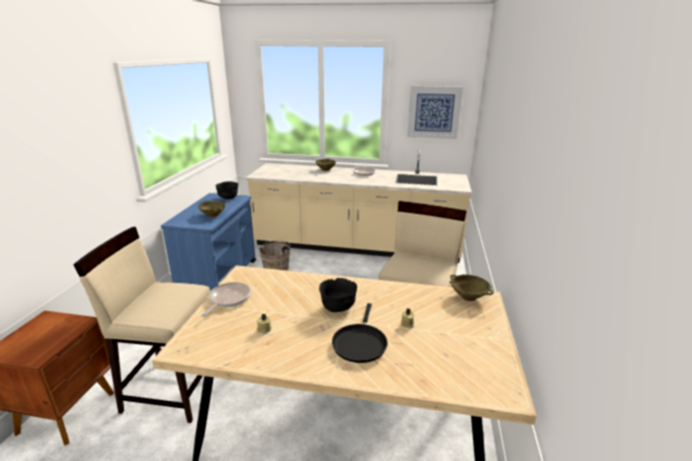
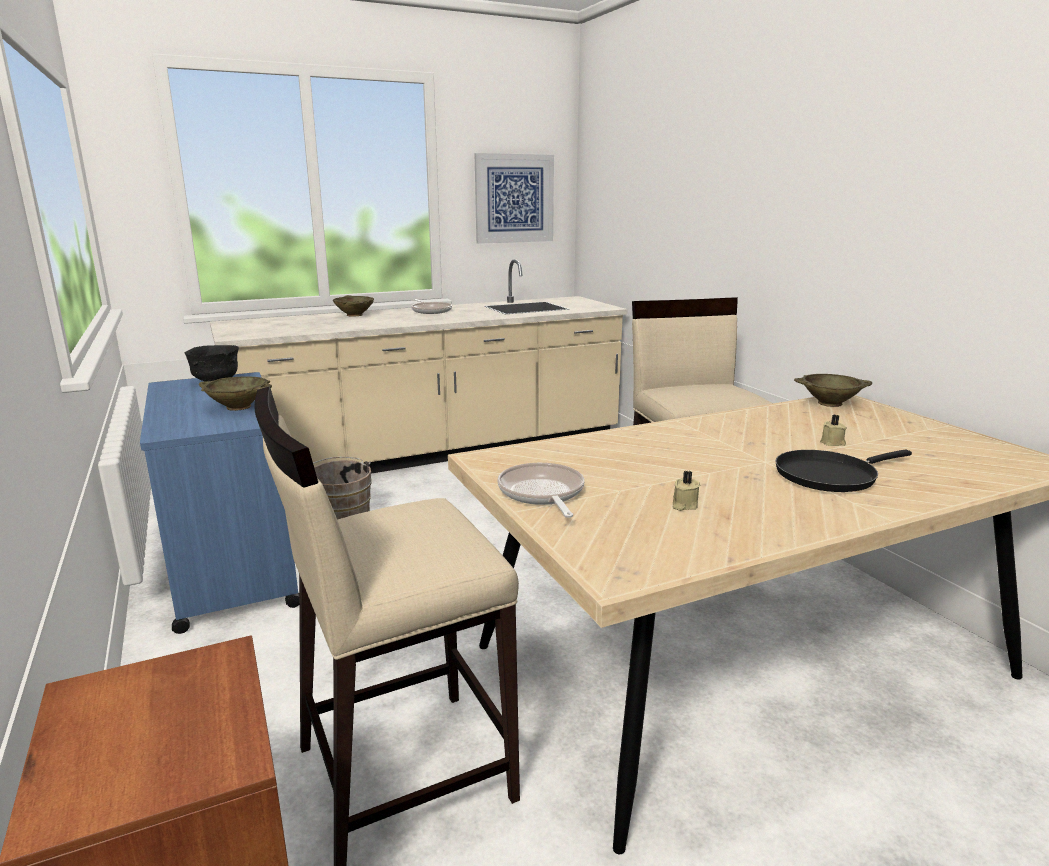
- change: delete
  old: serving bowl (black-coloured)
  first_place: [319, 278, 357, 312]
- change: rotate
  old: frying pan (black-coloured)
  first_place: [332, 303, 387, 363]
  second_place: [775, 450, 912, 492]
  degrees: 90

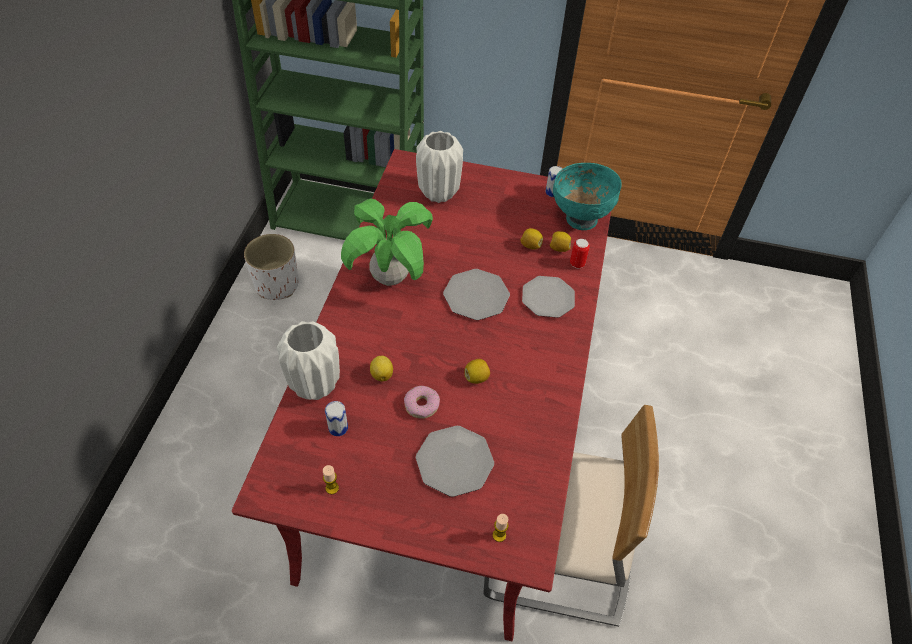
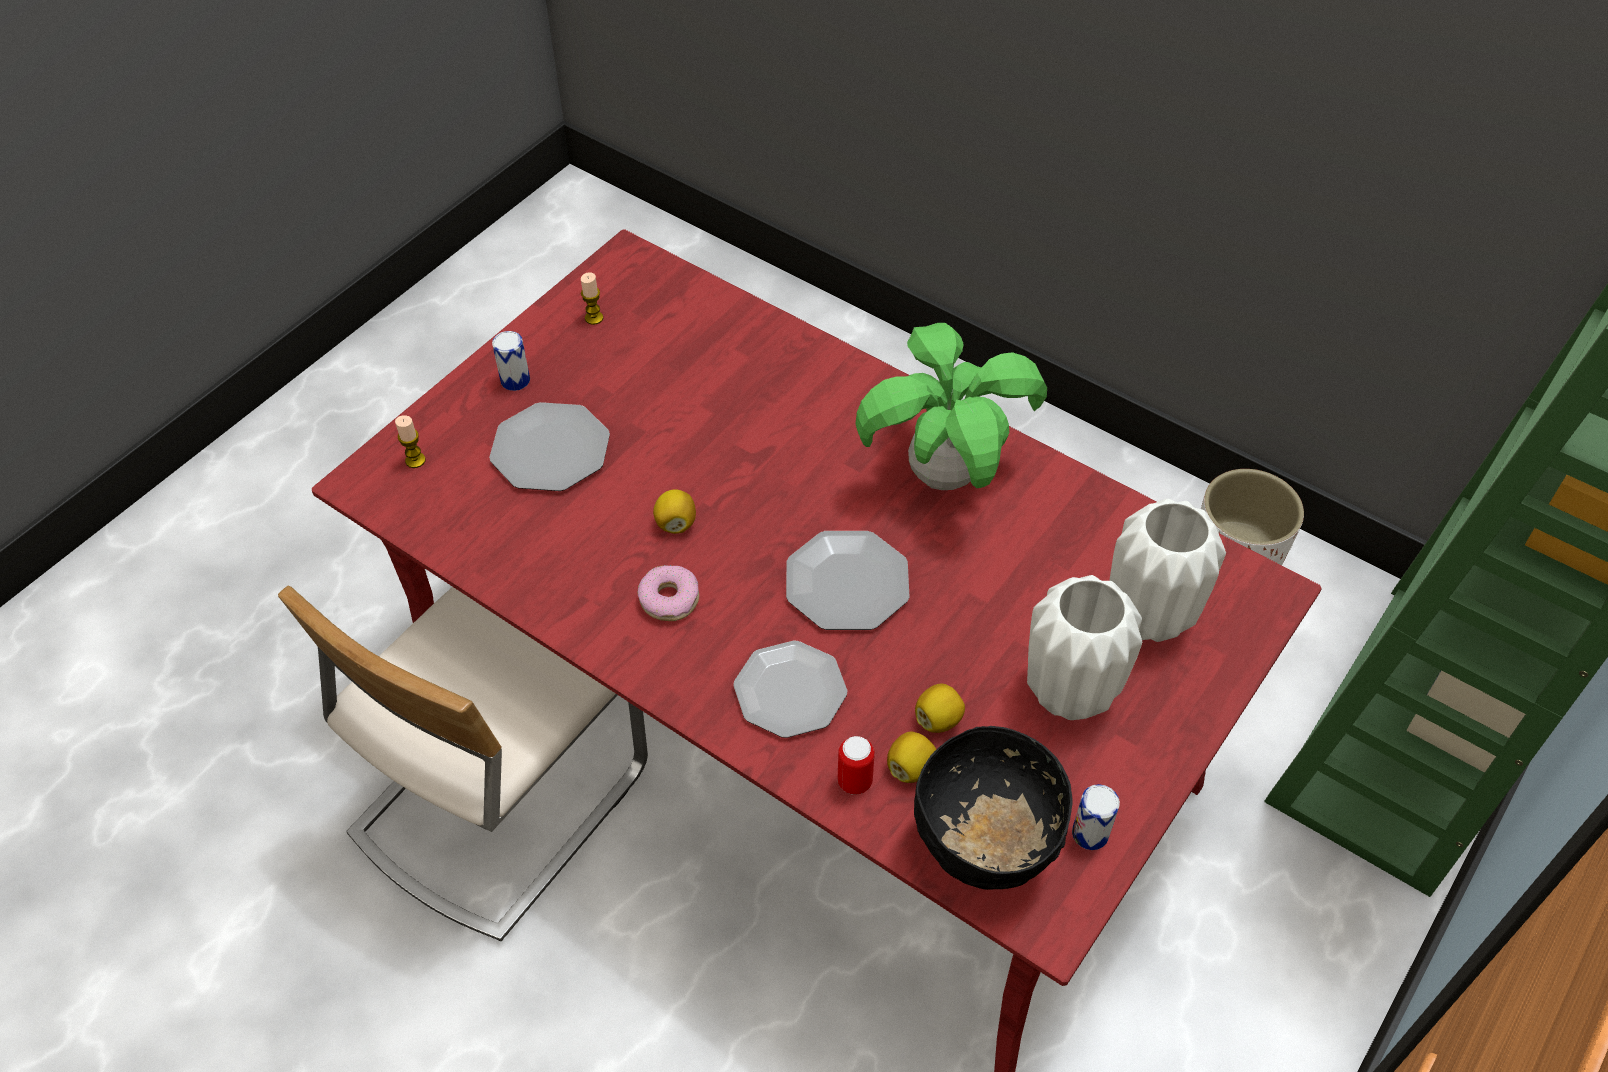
- change: delete
  old: whole lemon
  first_place: [370, 356, 393, 381]
- change: move
  old: vase (white-coloured)
  first_place: [277, 321, 340, 400]
  second_place: [1027, 575, 1142, 720]
- change: move
  old: metal can
  first_place: [325, 401, 348, 436]
  second_place: [492, 331, 530, 391]
- change: move
  old: doughnut
  first_place: [404, 386, 440, 419]
  second_place: [638, 565, 699, 621]
- change: recolor
  old: serving bowl (turquoise-coloured)
  new: serving bowl (black-coloured)
  first_place: [553, 163, 622, 230]
  second_place: [914, 726, 1073, 890]

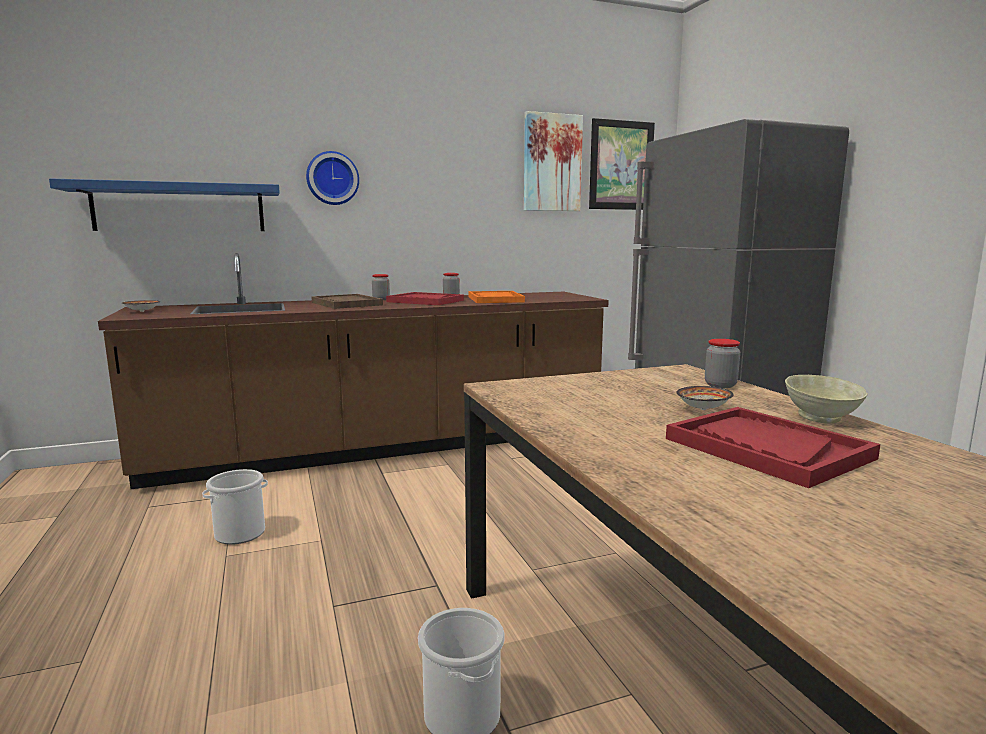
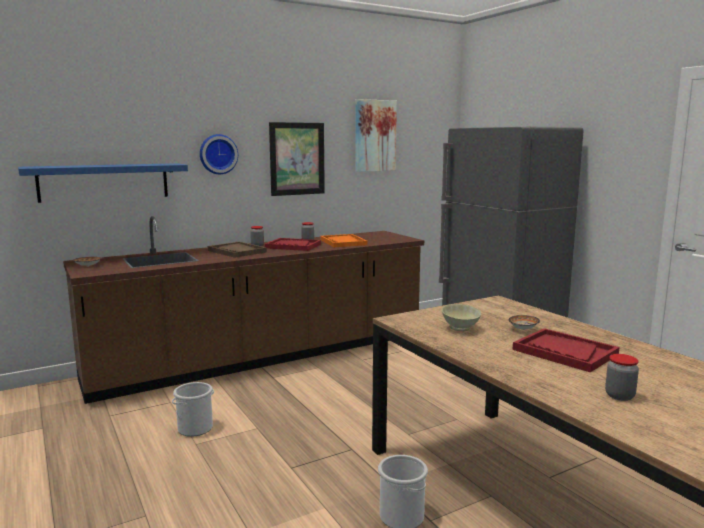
- change: move
  old: wall art
  first_place: [589, 118, 655, 210]
  second_place: [269, 122, 325, 196]
- change: move
  old: storage jar
  first_place: [705, 339, 740, 388]
  second_place: [605, 354, 639, 401]
- change: move
  old: serving bowl (sand-coloured)
  first_place: [785, 375, 868, 424]
  second_place: [442, 304, 481, 331]

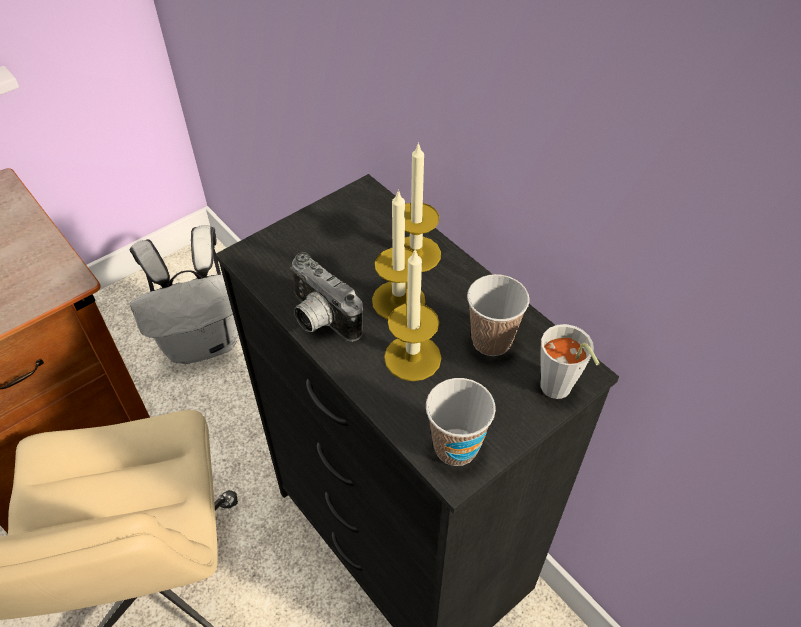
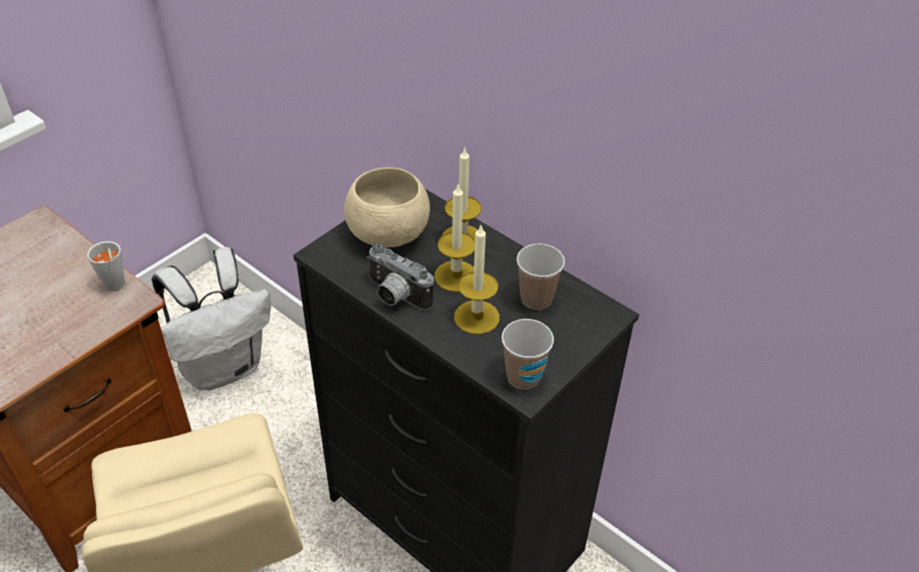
- change: insert
  new: serving bowl (sand-coloured)
  second_place: [344, 167, 430, 247]
- change: move
  old: drinking cup (grey)
  first_place: [540, 324, 600, 399]
  second_place: [87, 241, 125, 292]

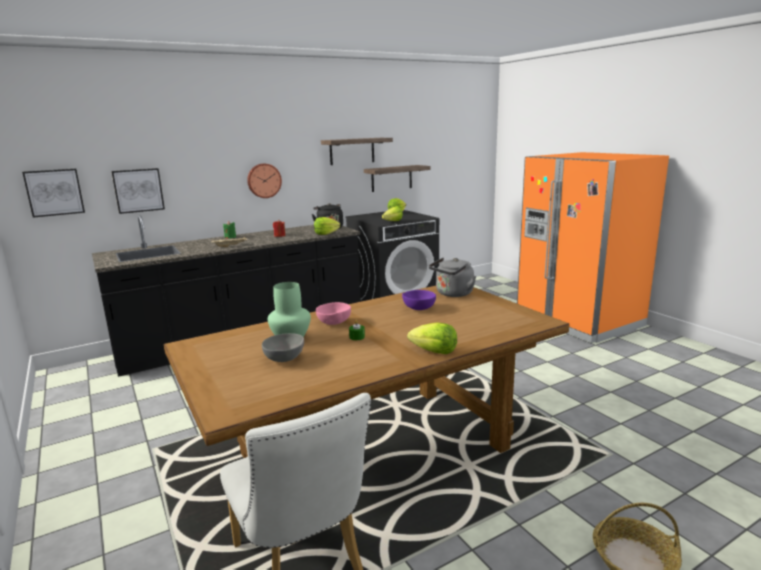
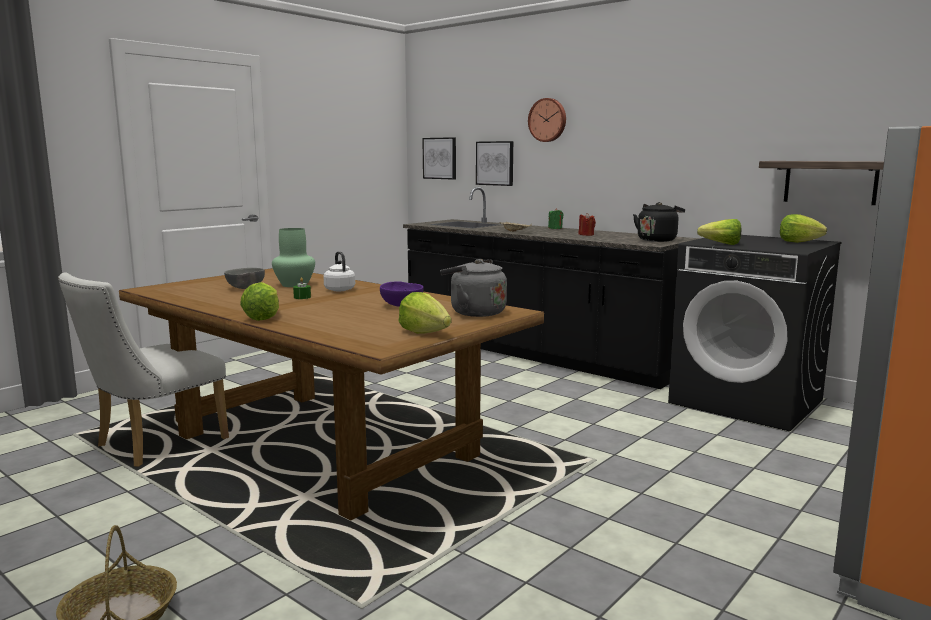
- change: delete
  old: bracket shelf
  first_place: [321, 138, 393, 165]
- change: move
  old: clock on the wall
  first_place: [247, 163, 282, 198]
  second_place: [528, 98, 566, 142]
- change: move
  old: lettuce
  first_place: [314, 217, 340, 235]
  second_place: [399, 292, 451, 334]
- change: replace
  old: serving bowl (pink)
  new: kettle (white-coloured)
  first_place: [316, 302, 351, 325]
  second_place: [324, 251, 355, 291]

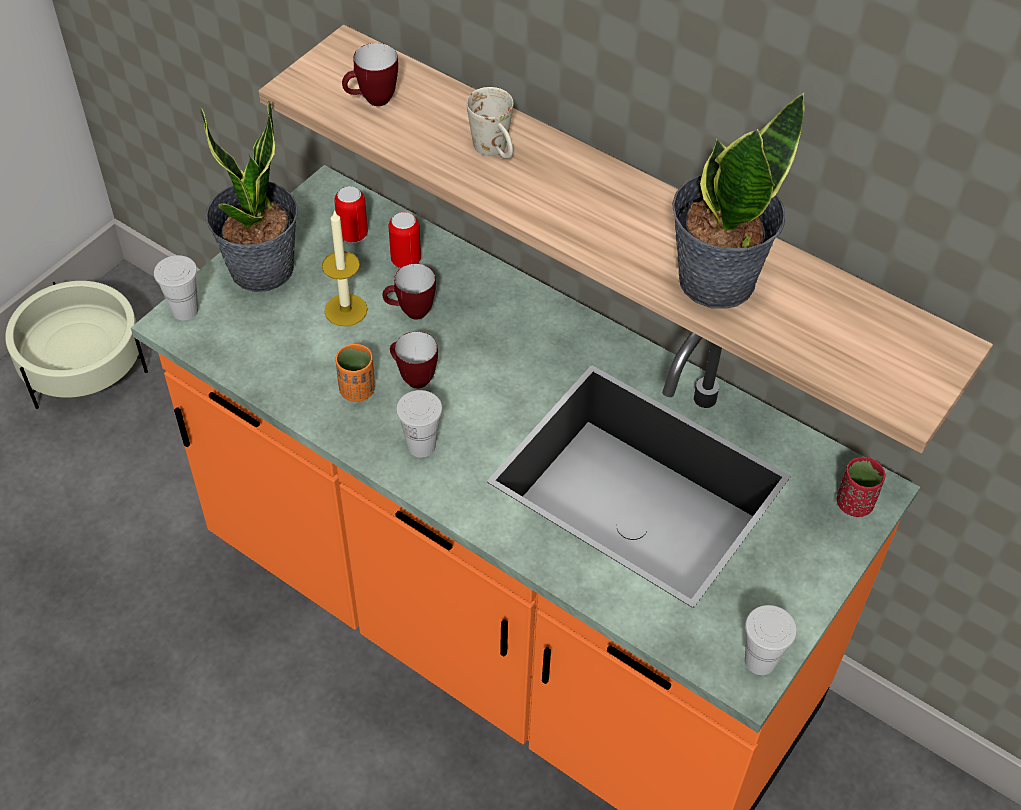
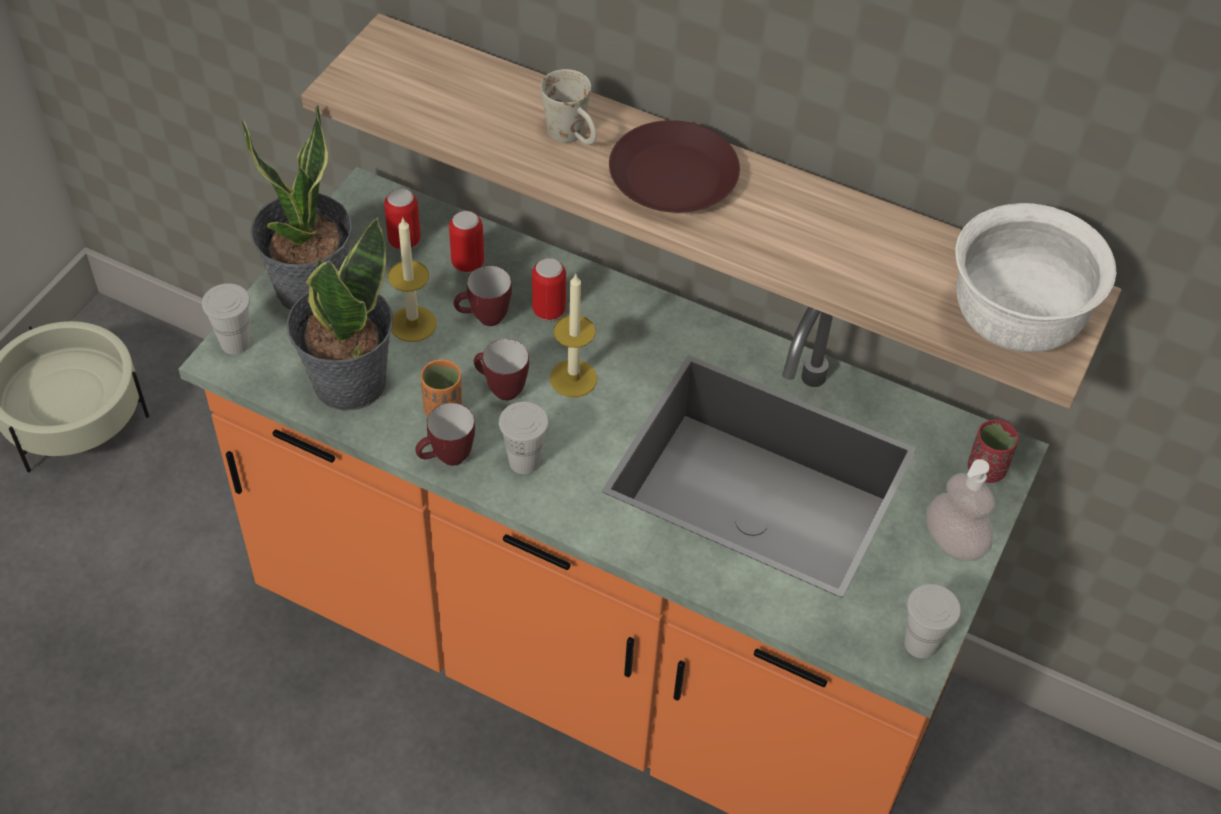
- change: insert
  new: metal can
  second_place: [532, 258, 566, 321]
- change: insert
  new: wax light
  second_place: [550, 273, 597, 397]
- change: insert
  new: flat dish (brownish)
  second_place: [609, 120, 740, 213]
- change: insert
  new: soap bottle
  second_place: [926, 459, 995, 561]
- change: insert
  new: serving bowl (white-coloured)
  second_place: [955, 203, 1116, 353]
- change: move
  old: tea mug
  first_place: [342, 43, 398, 106]
  second_place: [415, 403, 475, 466]
- change: move
  old: houseplant
  first_place: [672, 92, 805, 309]
  second_place: [287, 217, 393, 411]

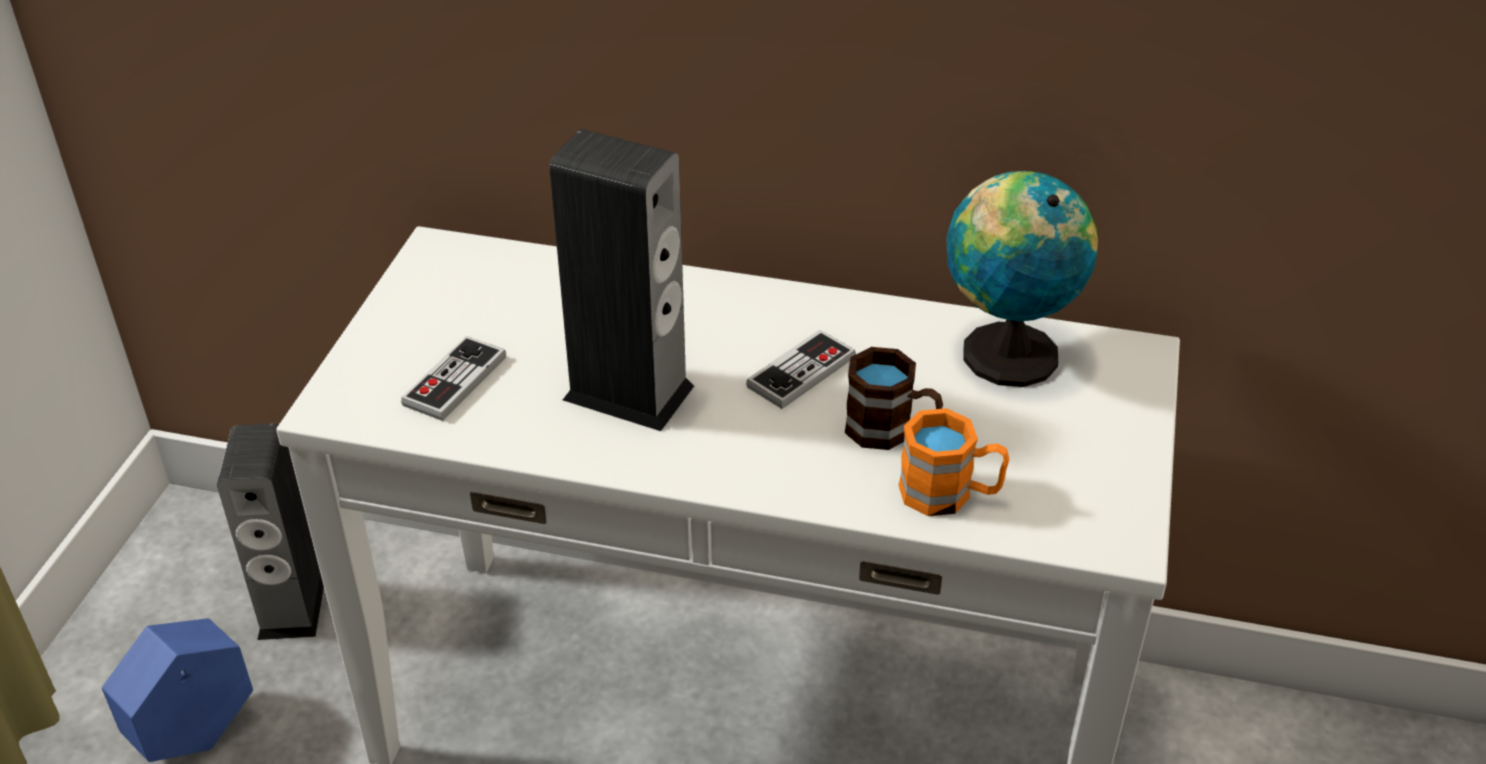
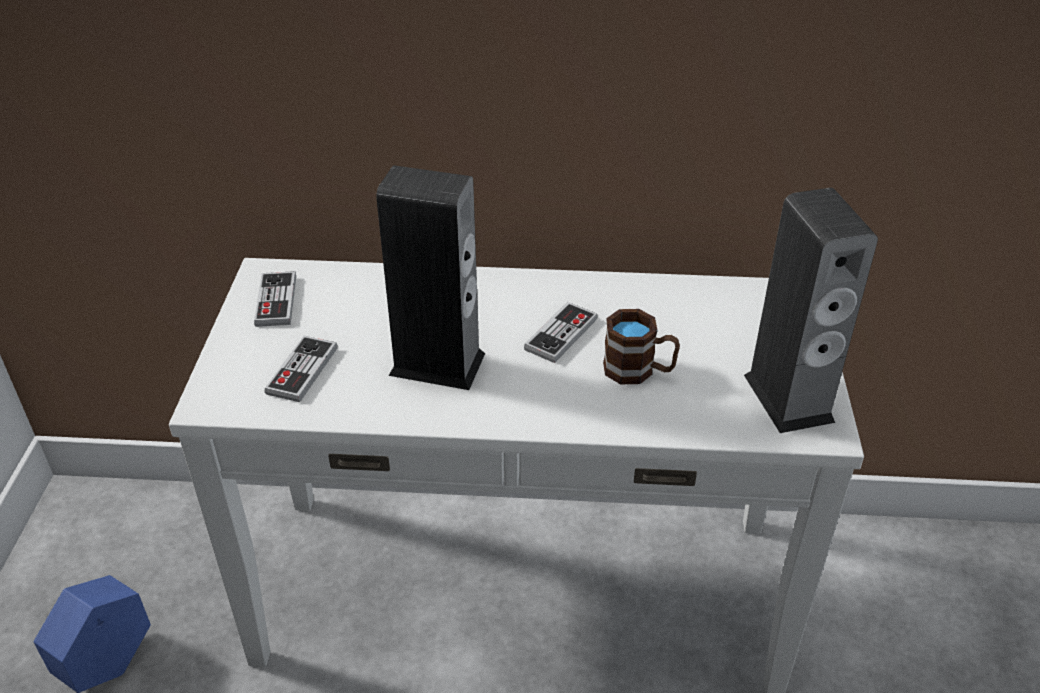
- change: delete
  old: tea mug (orangey)
  first_place: [898, 408, 1009, 516]
- change: delete
  old: world globe
  first_place: [946, 171, 1098, 387]
- change: insert
  new: joypad
  second_place: [254, 271, 296, 327]
- change: move
  old: speaker
  first_place: [217, 423, 324, 640]
  second_place: [744, 188, 878, 433]

